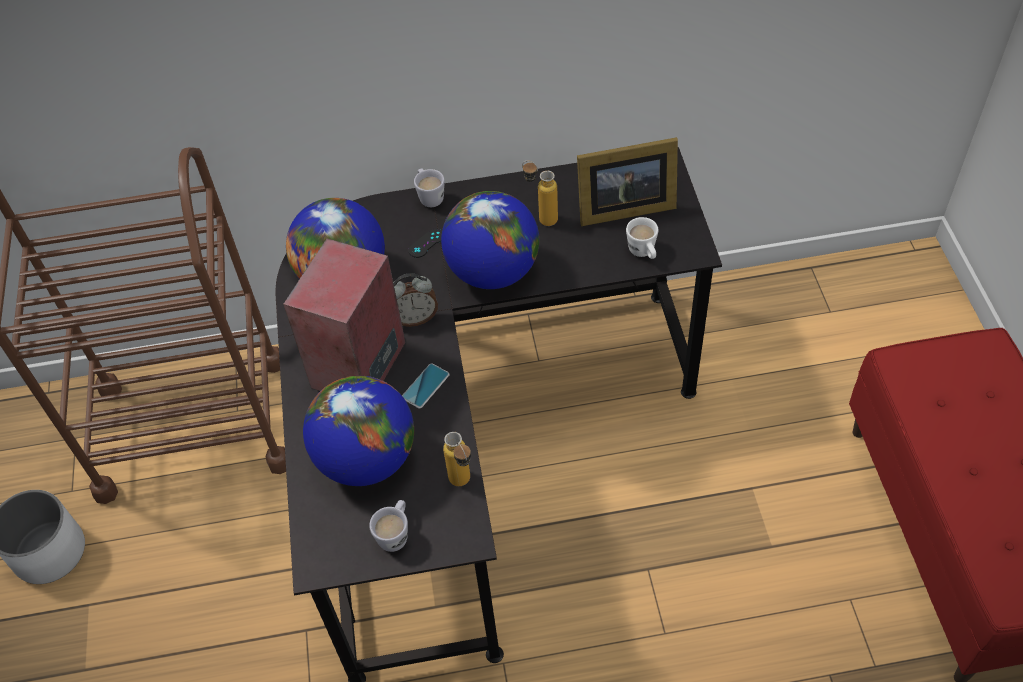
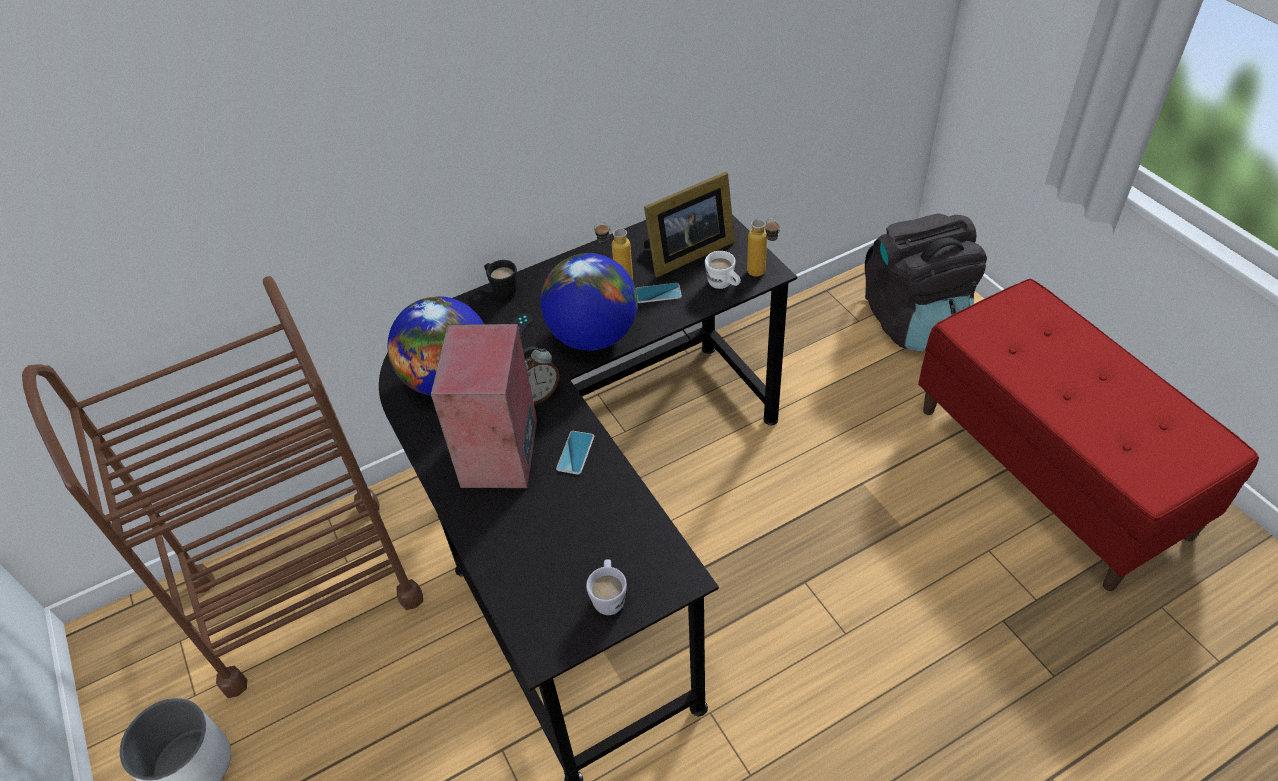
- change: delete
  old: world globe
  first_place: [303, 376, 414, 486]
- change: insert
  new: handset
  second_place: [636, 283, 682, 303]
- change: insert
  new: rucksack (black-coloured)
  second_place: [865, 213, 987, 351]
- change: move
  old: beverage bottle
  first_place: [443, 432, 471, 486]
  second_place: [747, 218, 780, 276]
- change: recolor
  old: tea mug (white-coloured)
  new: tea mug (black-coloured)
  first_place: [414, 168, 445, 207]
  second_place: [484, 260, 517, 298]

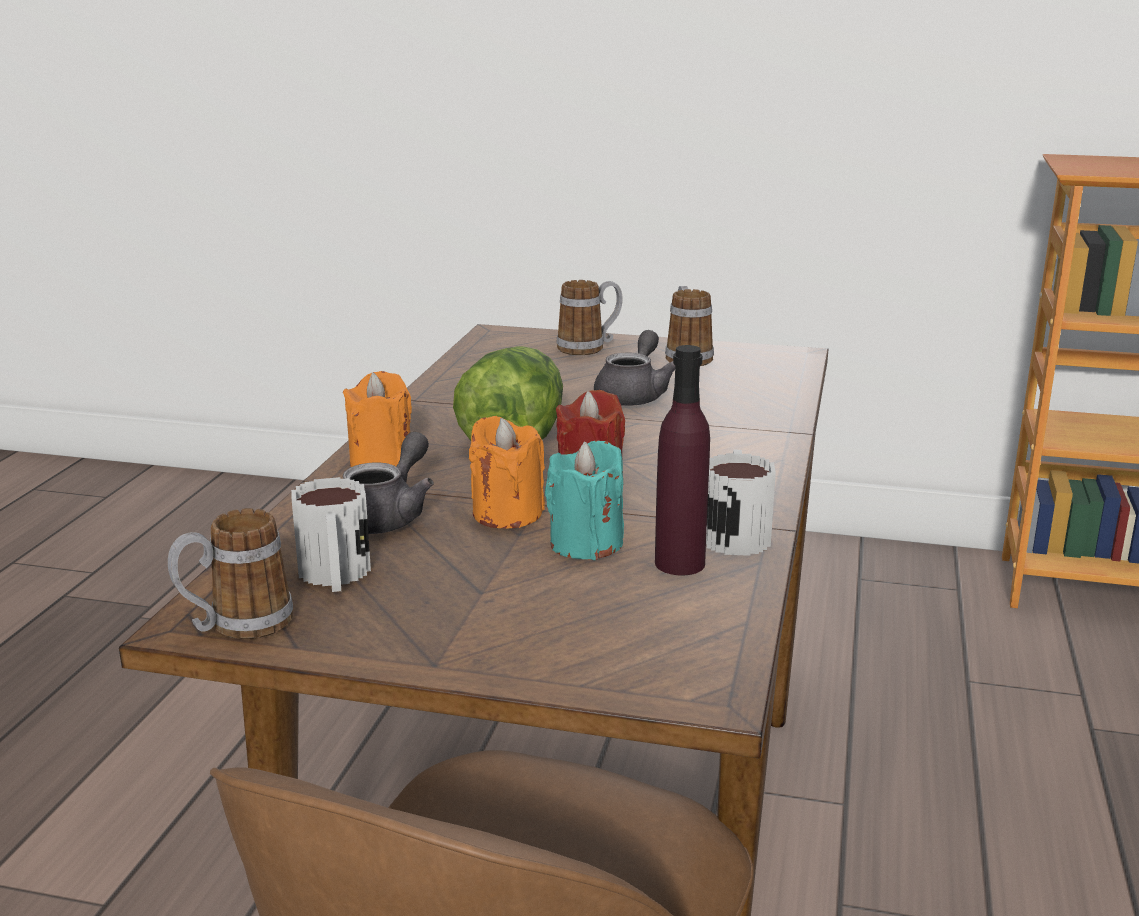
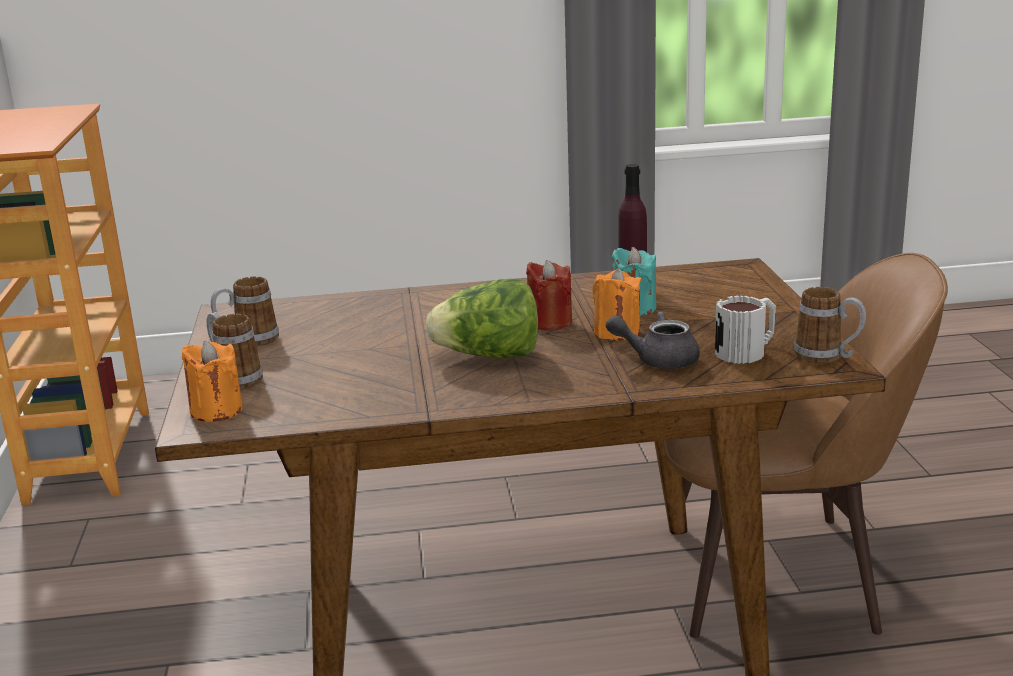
- change: delete
  old: teapot (grey)
  first_place: [594, 330, 675, 406]
- change: delete
  old: tea mug
  first_place: [706, 450, 776, 556]
- change: move
  old: wax light (orangey)
  first_place: [343, 371, 412, 467]
  second_place: [182, 341, 243, 422]

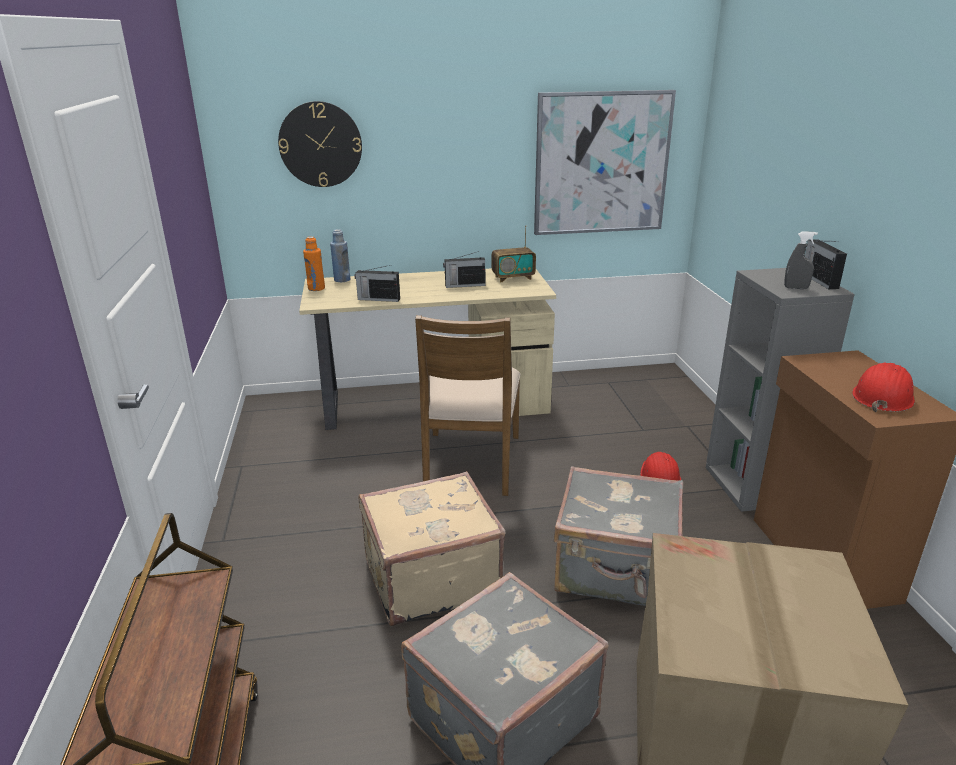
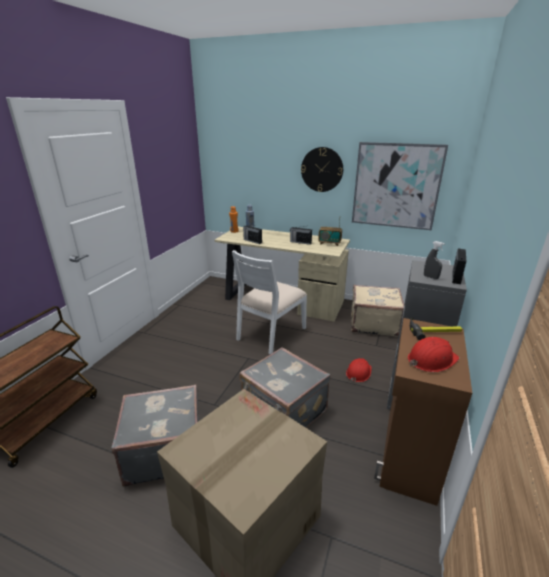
- change: insert
  new: tool hammer
  second_place: [410, 317, 462, 341]
- change: move
  old: clock on the wall
  first_place: [278, 101, 362, 187]
  second_place: [301, 147, 343, 192]
- change: move
  old: suitcase (sand-coloured)
  first_place: [359, 471, 505, 626]
  second_place: [351, 285, 404, 337]
- change: recolor
  old: upright chair (brownish)
  new: upright chair (white-coloured)
  first_place: [415, 315, 520, 496]
  second_place: [232, 250, 307, 354]

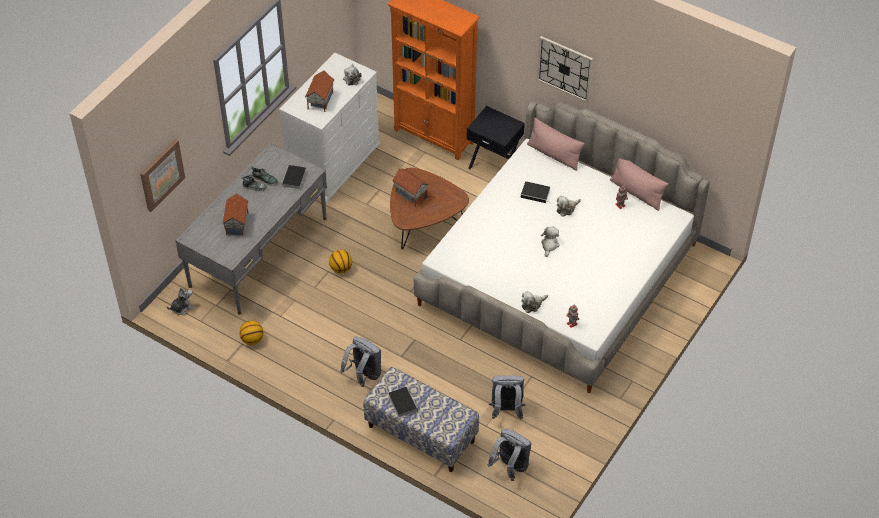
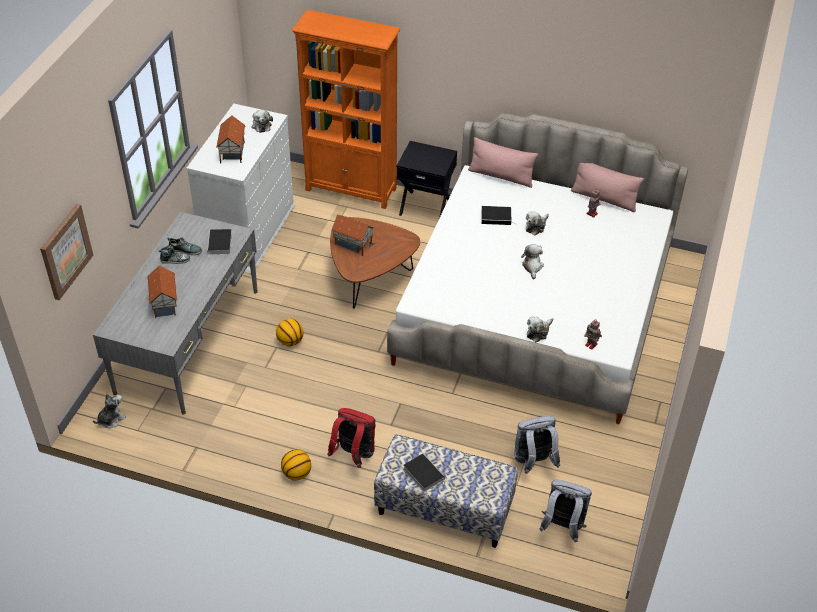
- change: delete
  old: clock on the wall
  first_place: [537, 36, 593, 103]
- change: move
  old: ball for basketball
  first_place: [239, 321, 263, 345]
  second_place: [281, 449, 311, 481]
- change: recolor
  old: rucksack (grey)
  new: rucksack (red-coloured)
  first_place: [340, 337, 381, 387]
  second_place: [327, 408, 376, 468]

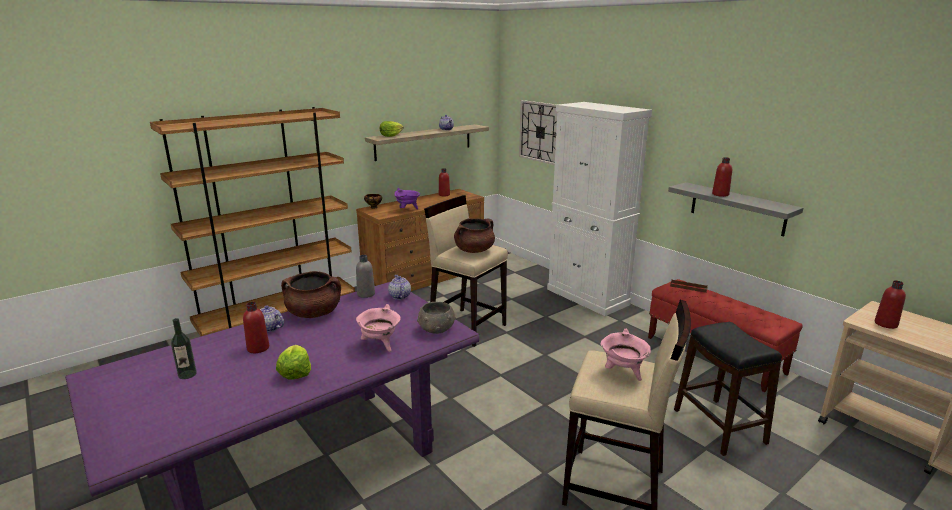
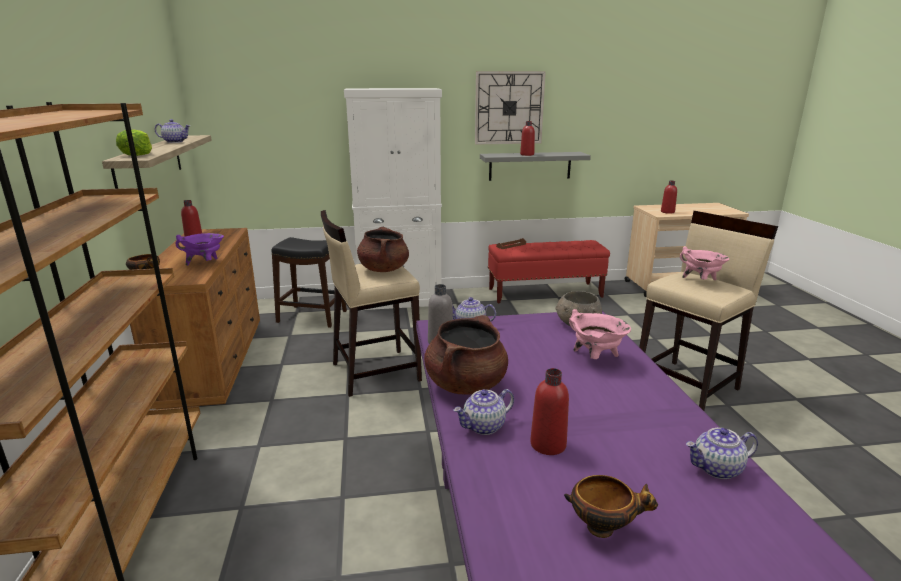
- change: delete
  old: lettuce
  first_place: [276, 345, 311, 379]
- change: insert
  new: teapot
  second_place: [686, 428, 758, 479]
- change: move
  old: clock on the wall
  first_place: [519, 100, 557, 165]
  second_place: [475, 71, 546, 145]
- change: move
  old: stool seat (black-coloured)
  first_place: [674, 322, 782, 456]
  second_place: [271, 237, 347, 328]
- change: replace
  old: beverage bottle
  new: serving bowl
  first_place: [171, 318, 197, 379]
  second_place: [564, 475, 658, 538]

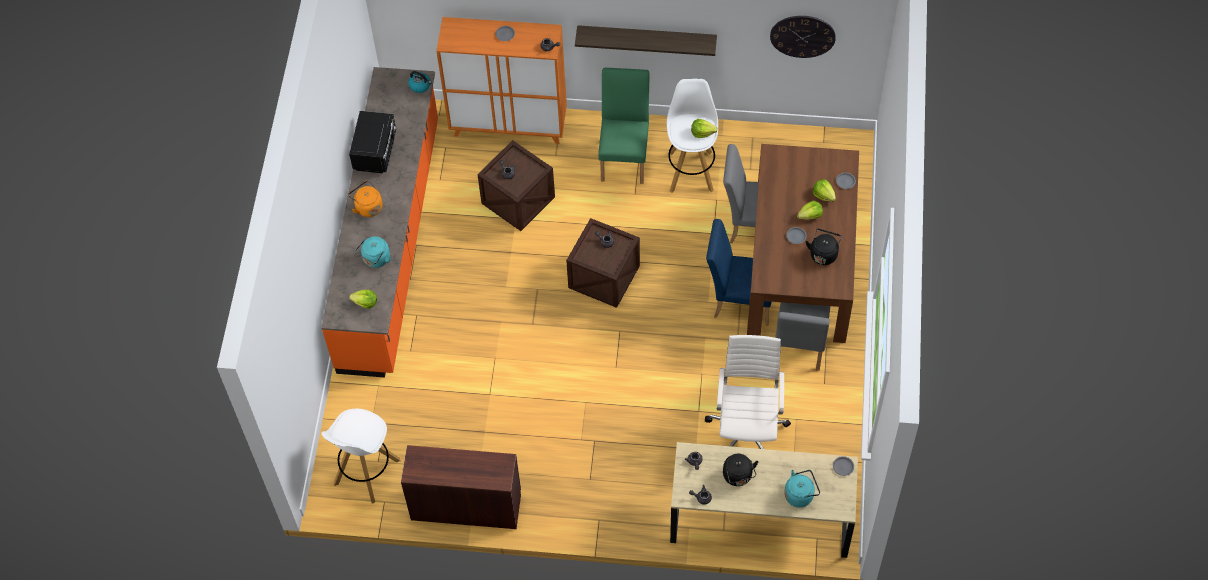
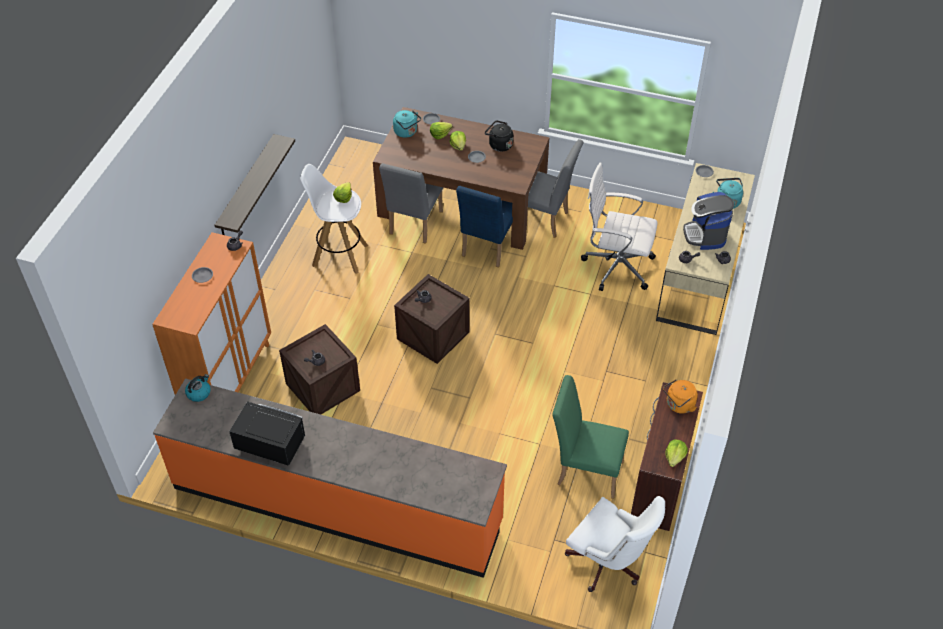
- change: delete
  old: clock on the wall
  first_place: [770, 16, 836, 58]
- change: move
  old: kettle (orangey)
  first_place: [348, 180, 382, 217]
  second_place: [663, 379, 698, 414]
- change: move
  old: lettuce
  first_place: [349, 290, 377, 309]
  second_place: [665, 440, 688, 467]
- change: move
  old: kettle (turquoise-coloured)
  first_place: [355, 236, 391, 268]
  second_place: [393, 110, 421, 138]
- change: move
  old: upright chair (greenish)
  first_place: [598, 68, 649, 184]
  second_place: [553, 375, 629, 499]
- change: replace
  old: stool seat (white-coloured)
  new: office chair (white-coloured)
  first_place: [321, 409, 401, 504]
  second_place: [565, 496, 665, 592]
- change: replace
  old: kettle (black-coloured)
  new: coffee brewer
  first_place: [723, 454, 758, 486]
  second_place: [683, 192, 734, 250]

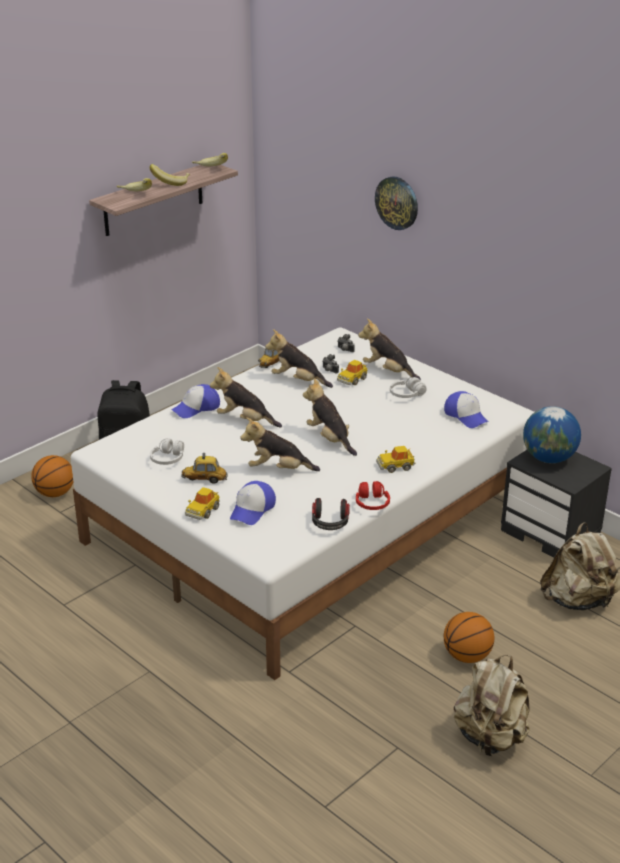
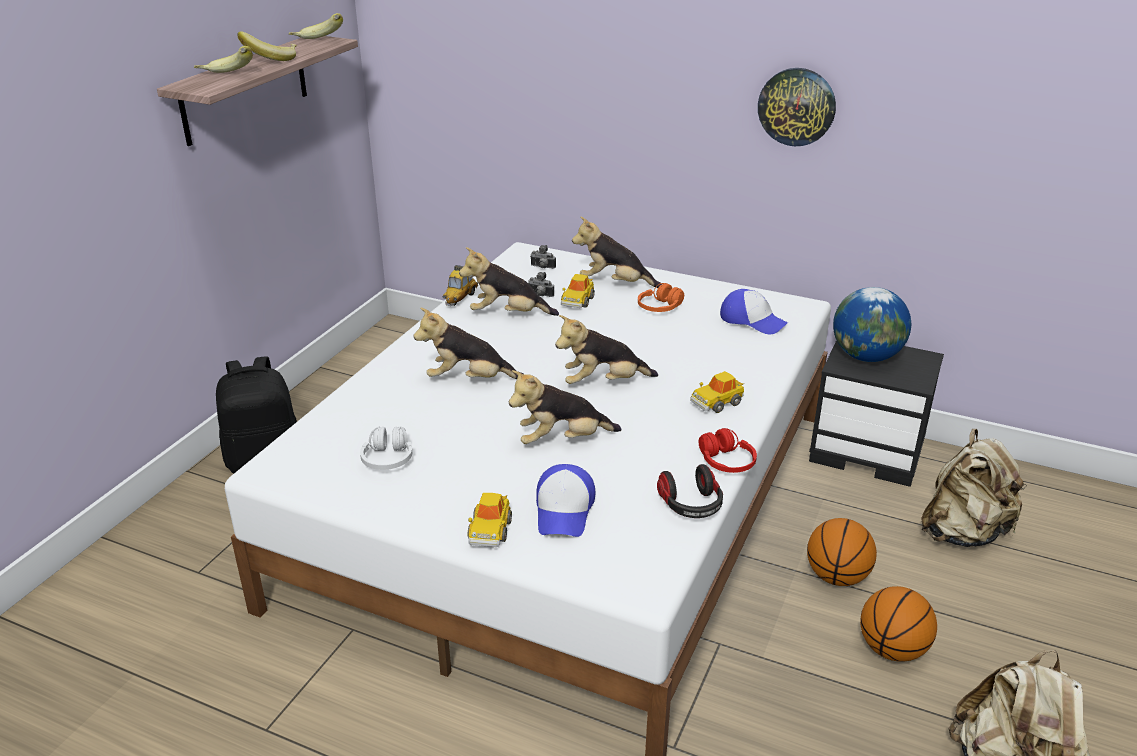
- change: delete
  old: cap
  first_place: [171, 384, 220, 418]
- change: delete
  old: toy car
  first_place: [181, 453, 228, 484]
- change: move
  old: ball for basketball
  first_place: [31, 455, 73, 497]
  second_place: [807, 518, 877, 586]
- change: move
  old: clock on the wall
  first_place: [375, 177, 418, 230]
  second_place: [758, 68, 836, 146]
- change: recolor
  old: pair of headphones (white-coloured)
  new: pair of headphones (orangey)
  first_place: [390, 377, 427, 398]
  second_place: [638, 283, 684, 312]
- change: rotate
  old: soft toy
  first_place: [303, 378, 357, 456]
  second_place: [555, 315, 658, 384]
  degrees: -45

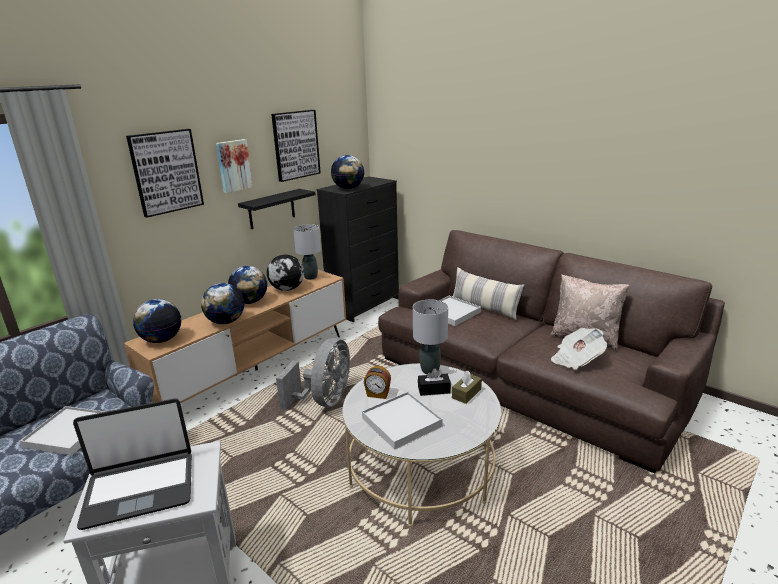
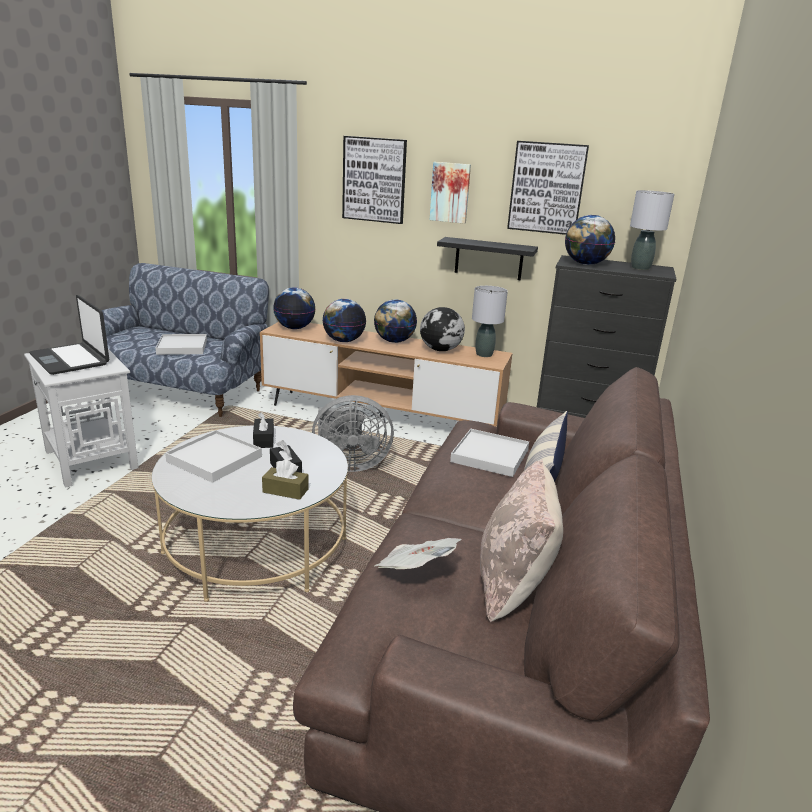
- change: move
  old: lamp for a table (grey)
  first_place: [413, 299, 448, 374]
  second_place: [630, 190, 674, 270]
- change: replace
  old: table clock
  new: tissue box (black-coloured)
  first_place: [364, 366, 391, 399]
  second_place: [253, 412, 274, 448]

